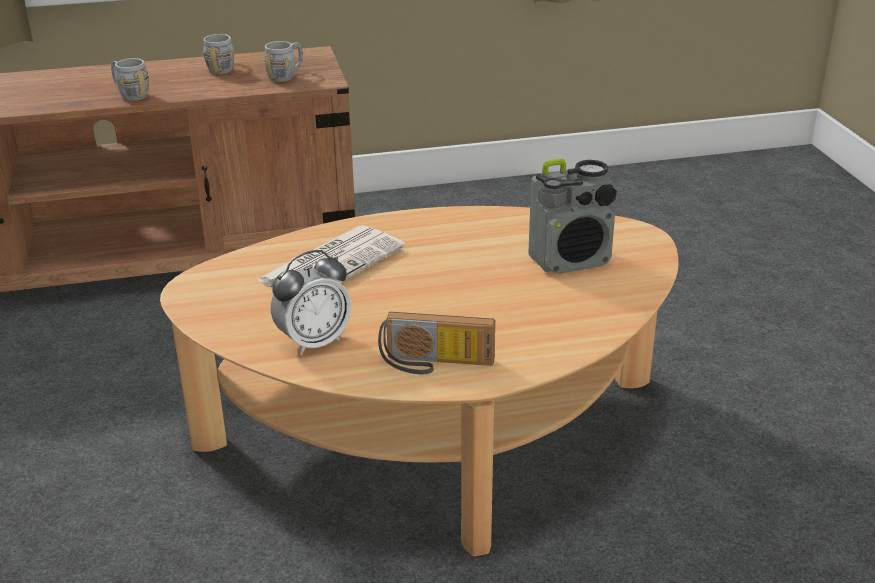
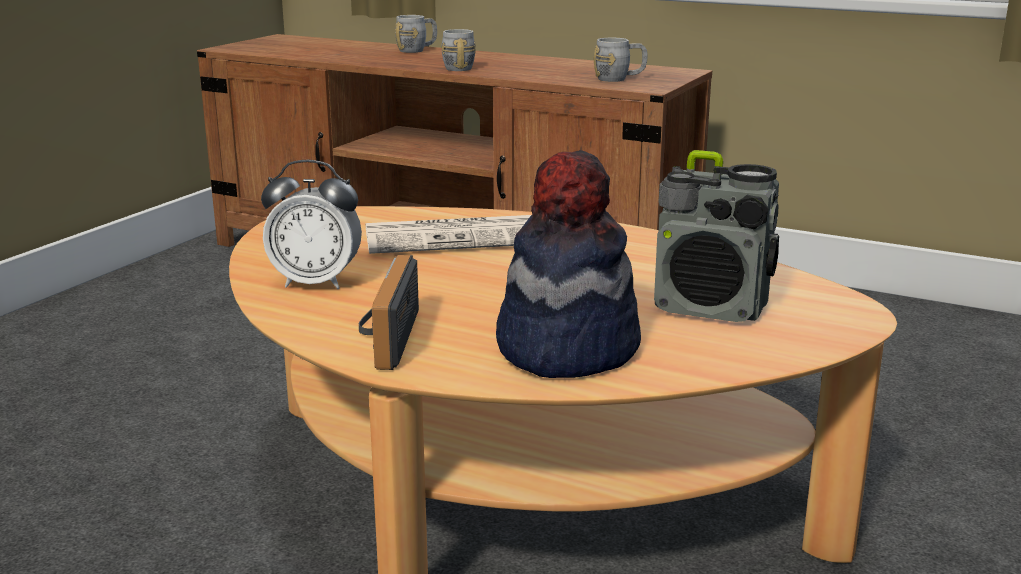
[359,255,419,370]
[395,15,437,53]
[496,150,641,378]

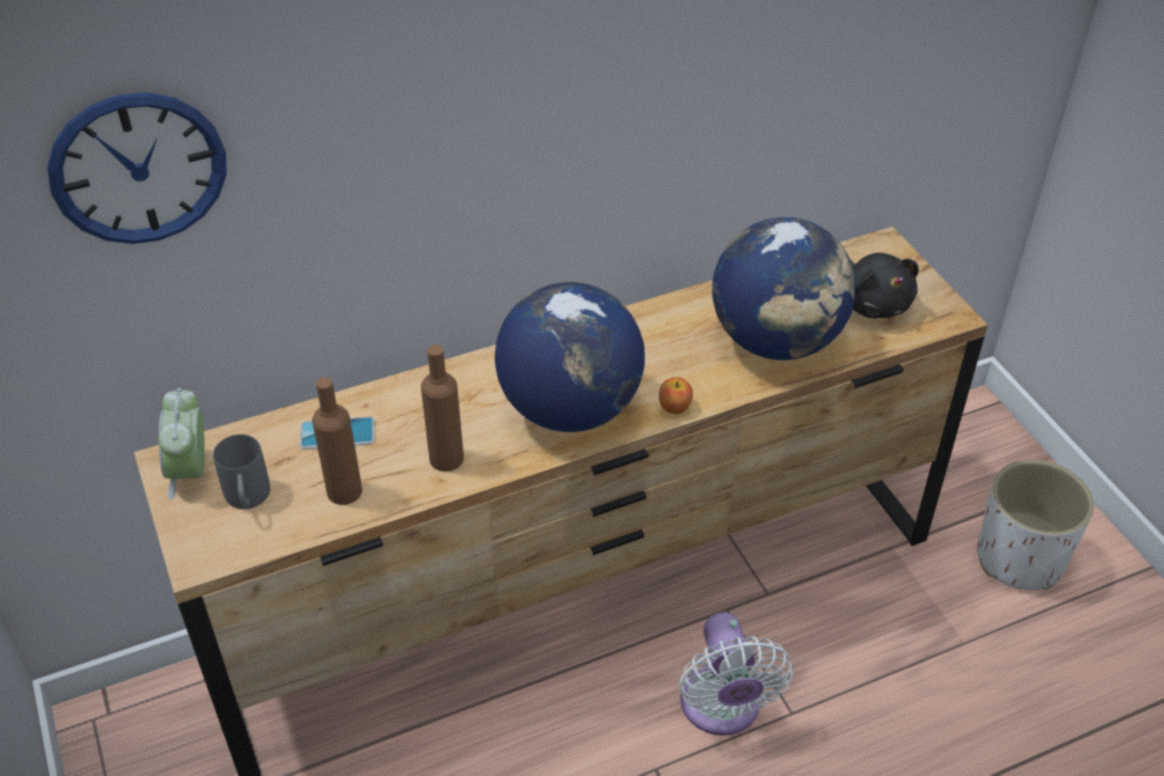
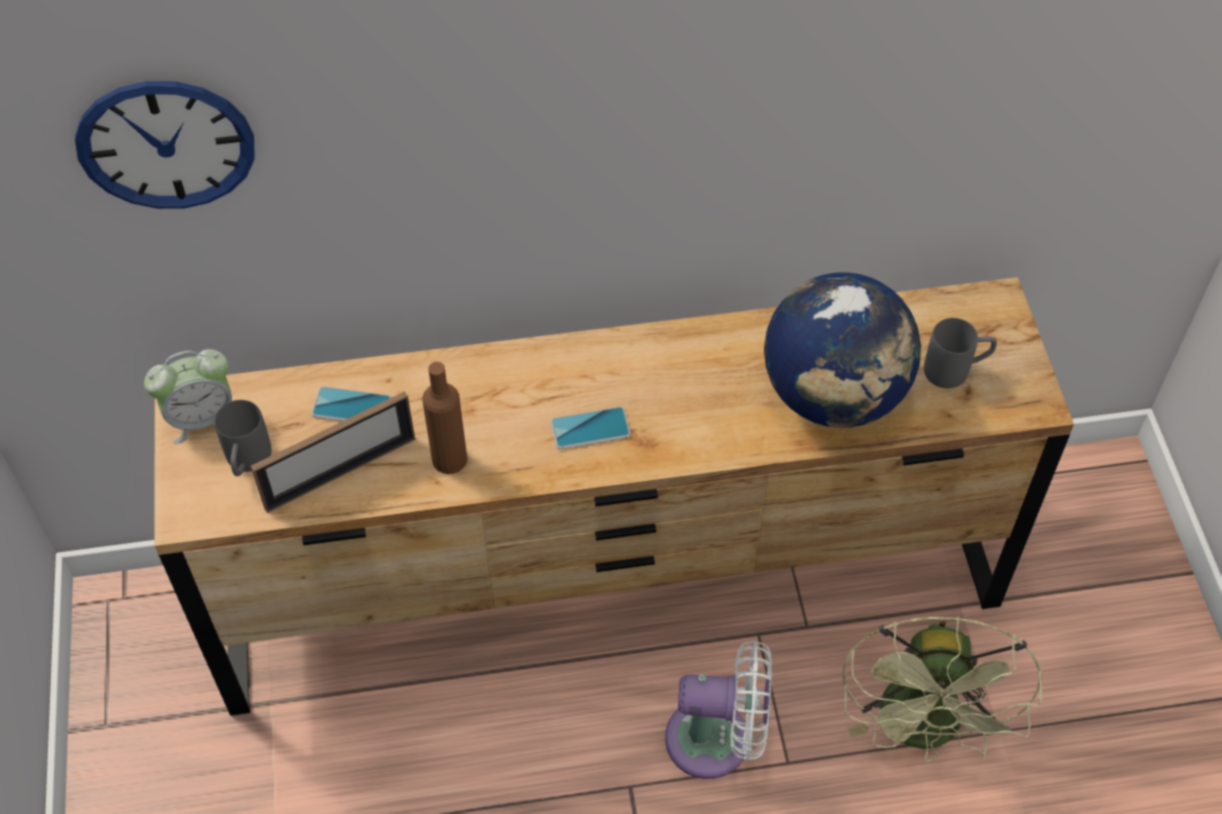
[144,349,232,444]
[251,391,415,513]
[551,407,631,449]
[665,640,772,779]
[843,616,1042,762]
[924,318,997,388]
[659,377,693,414] (first image)
[977,459,1094,590] (first image)

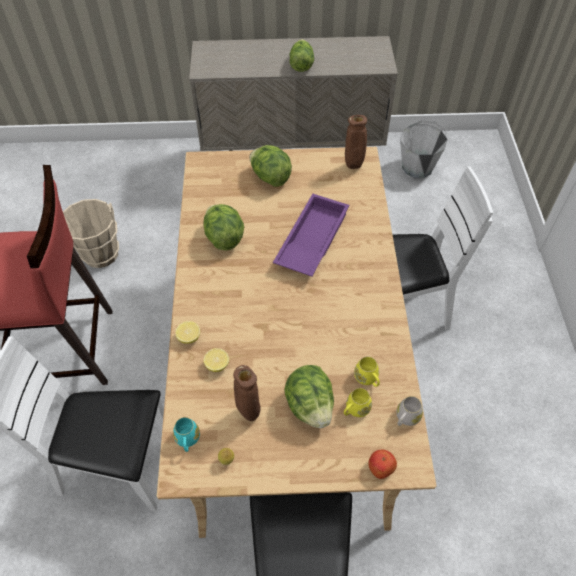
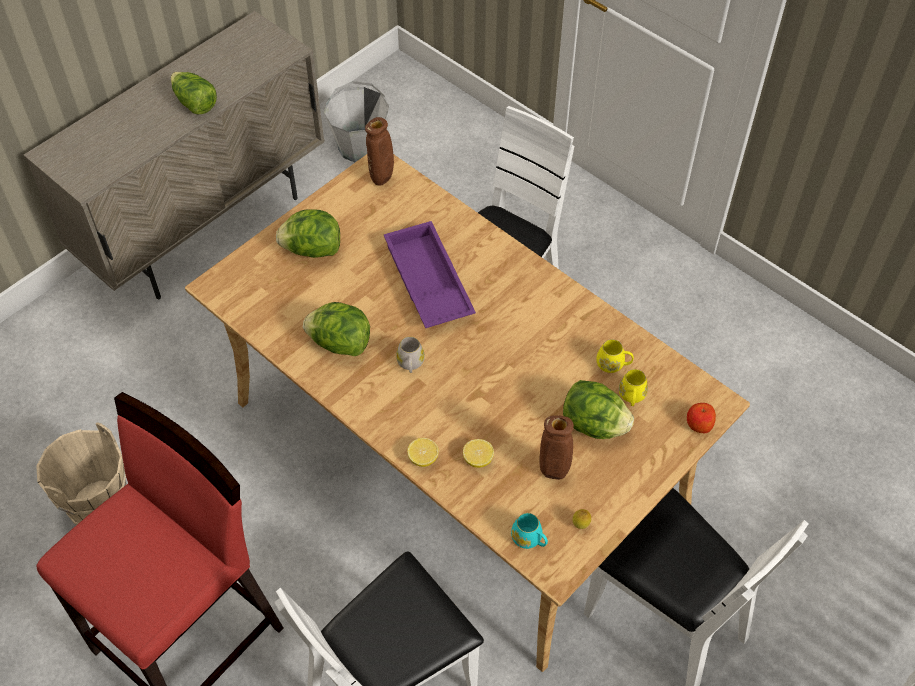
[396,336,425,373]

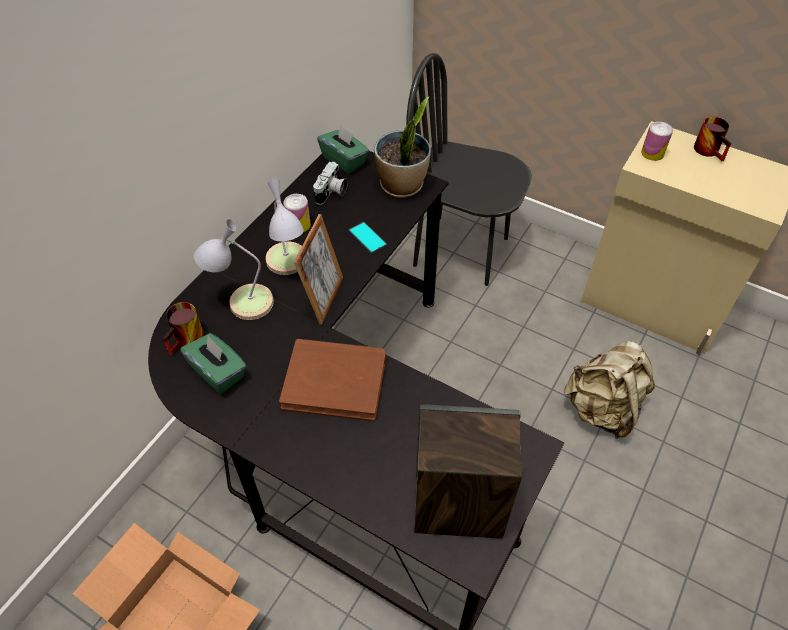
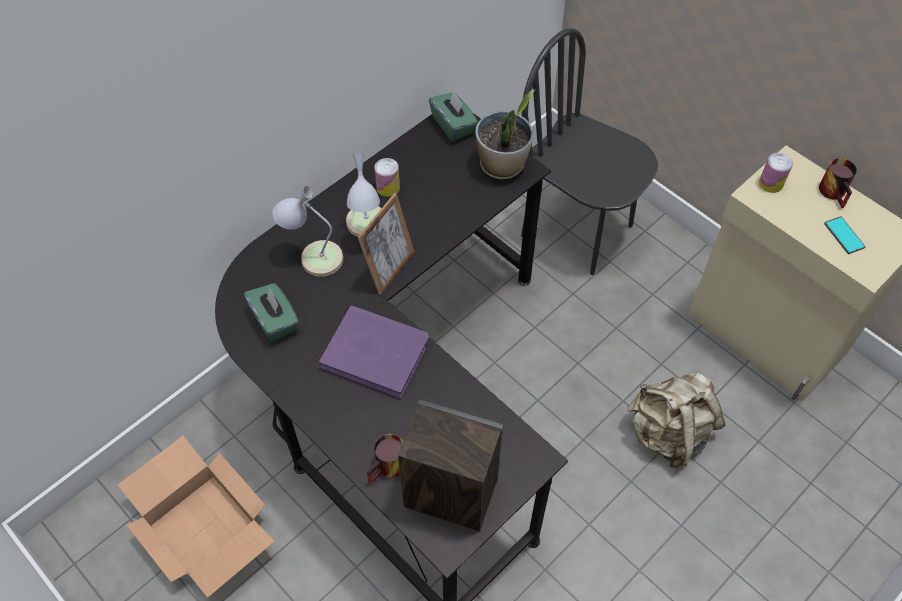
[319,306,430,399]
[367,434,403,485]
[824,216,866,254]
[313,162,348,205] (first image)

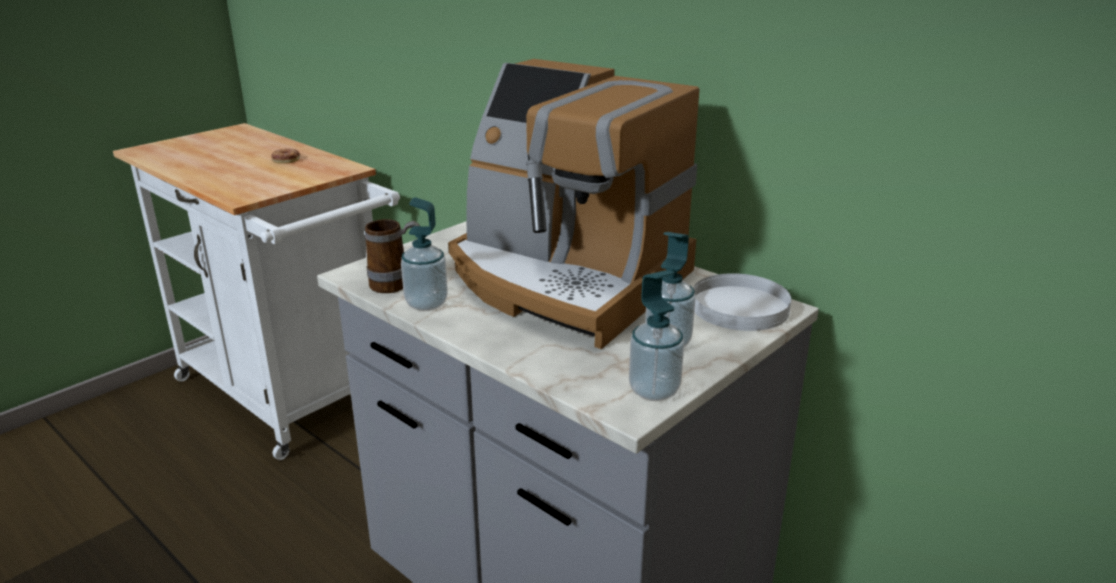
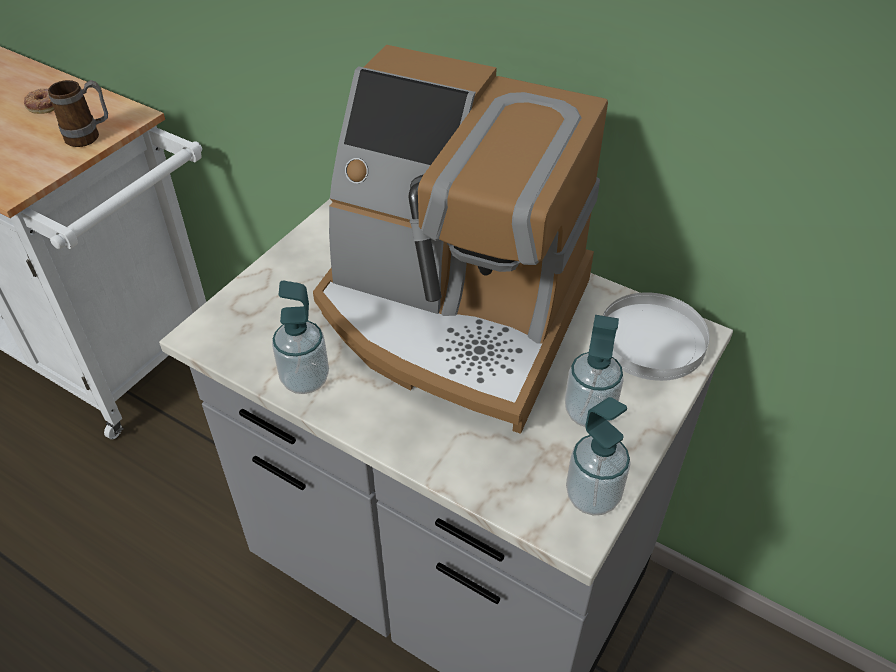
[48,80,108,147]

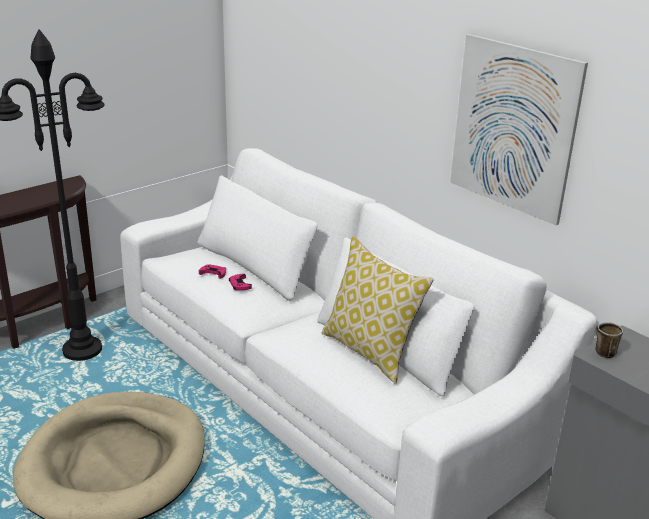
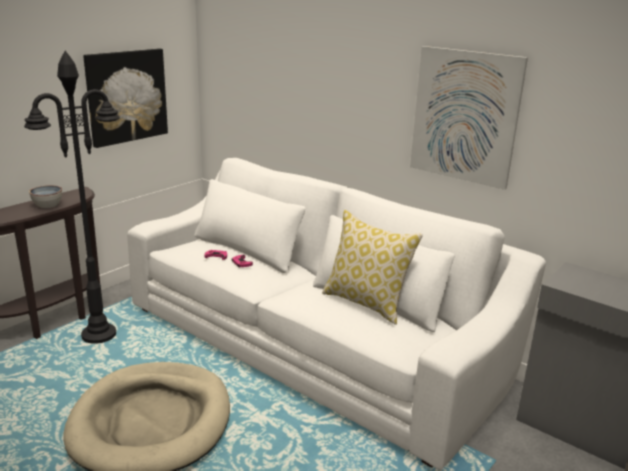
[29,185,62,208]
[83,48,168,148]
[595,322,623,358] (first image)

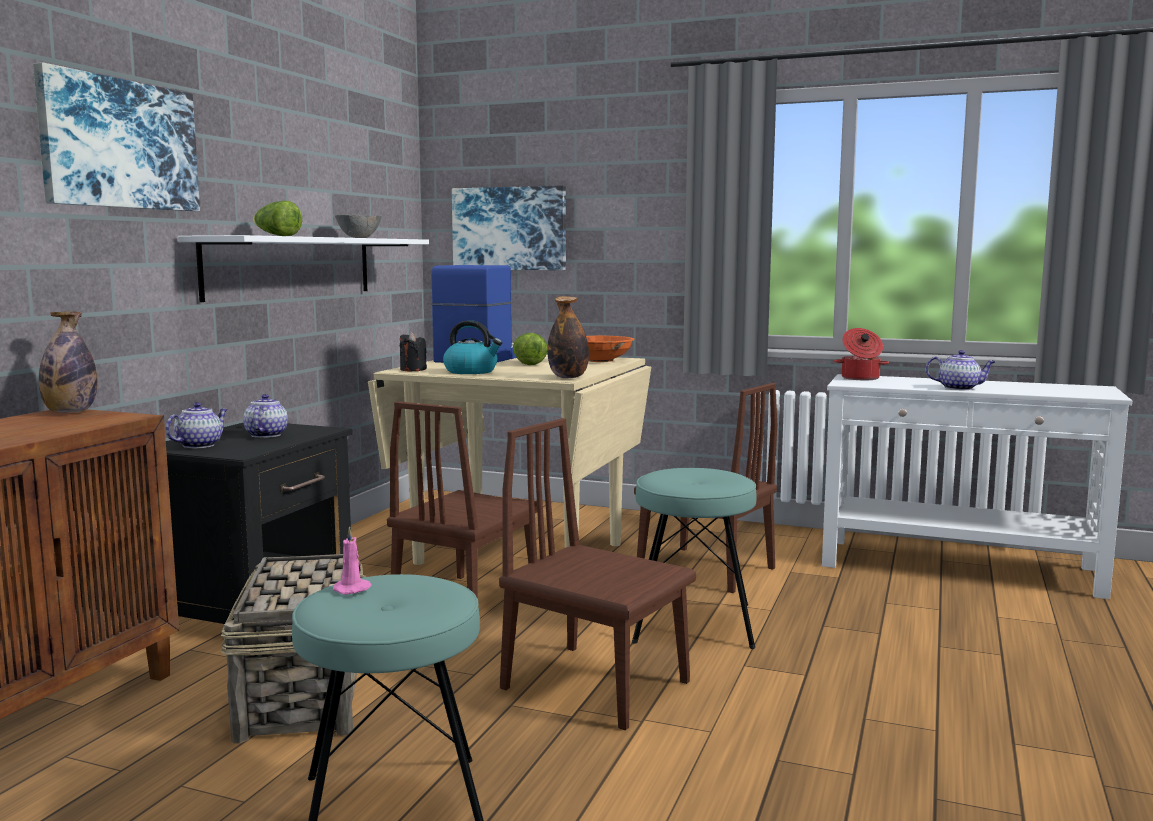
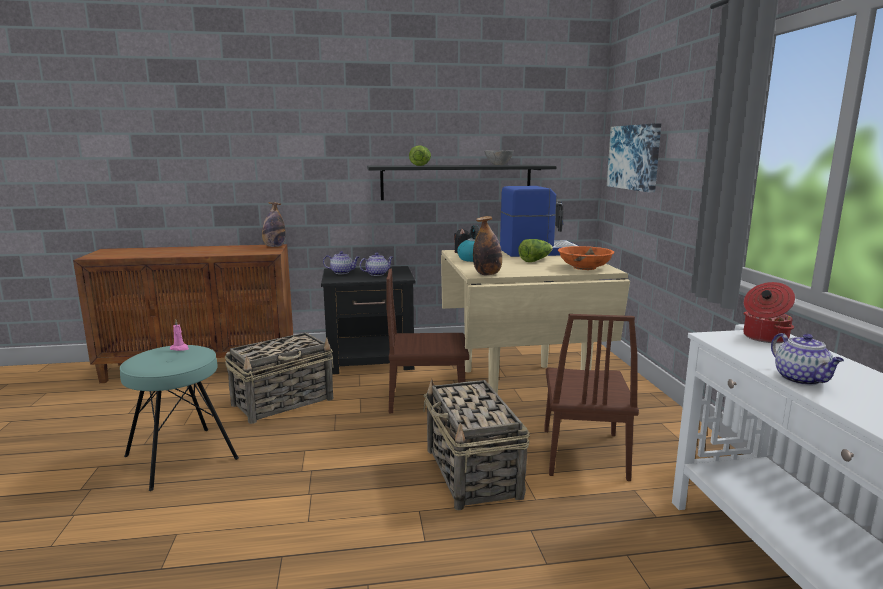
[367,165,557,200]
[423,379,530,510]
[33,62,200,211] (first image)
[499,418,696,730] (first image)

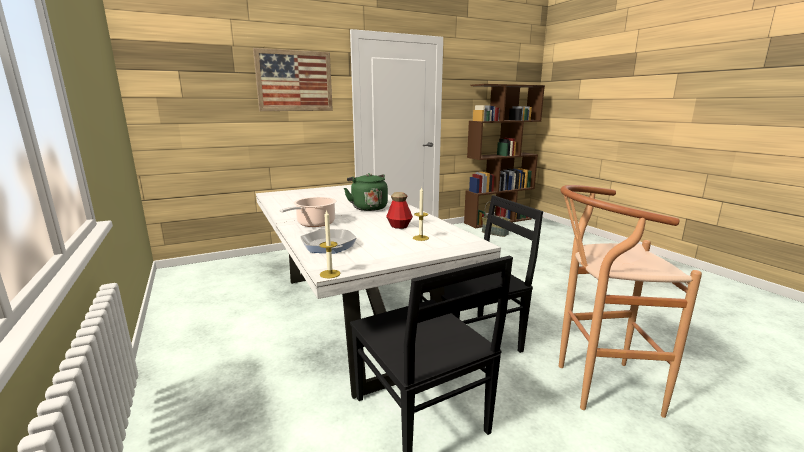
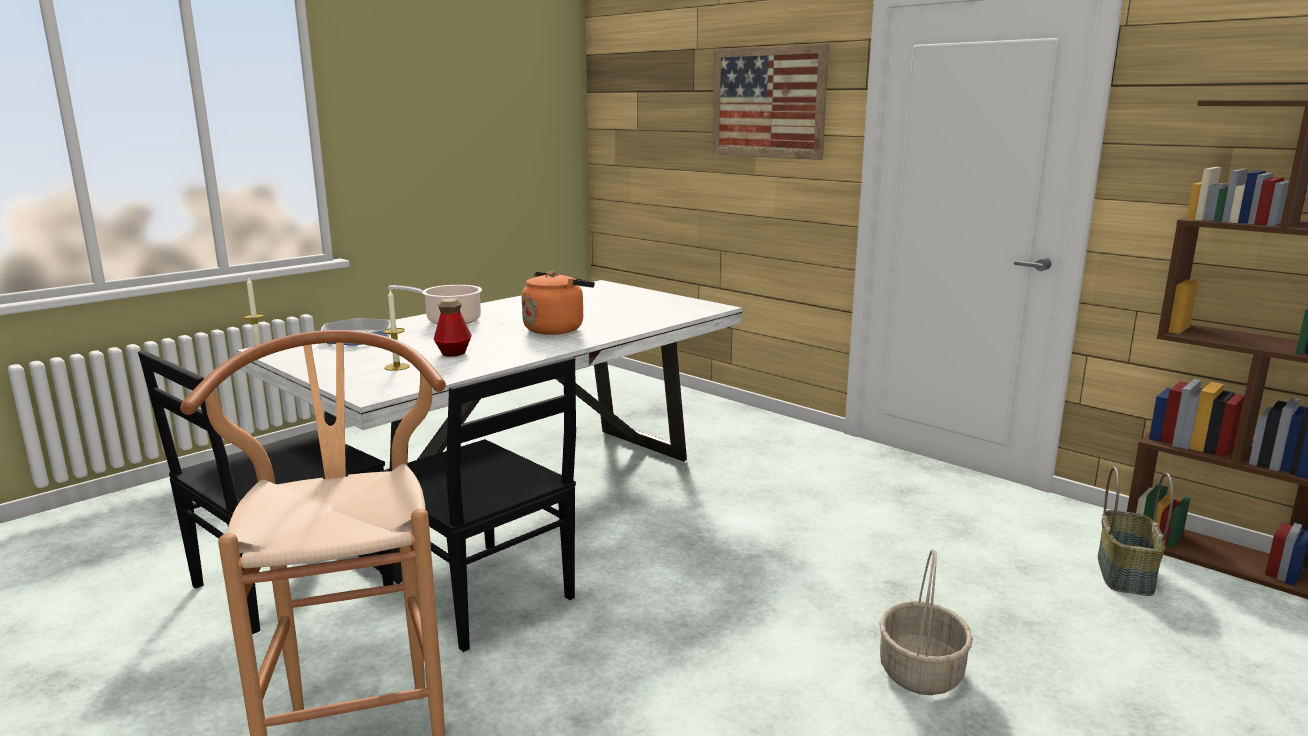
[522,272,595,335]
[879,549,973,695]

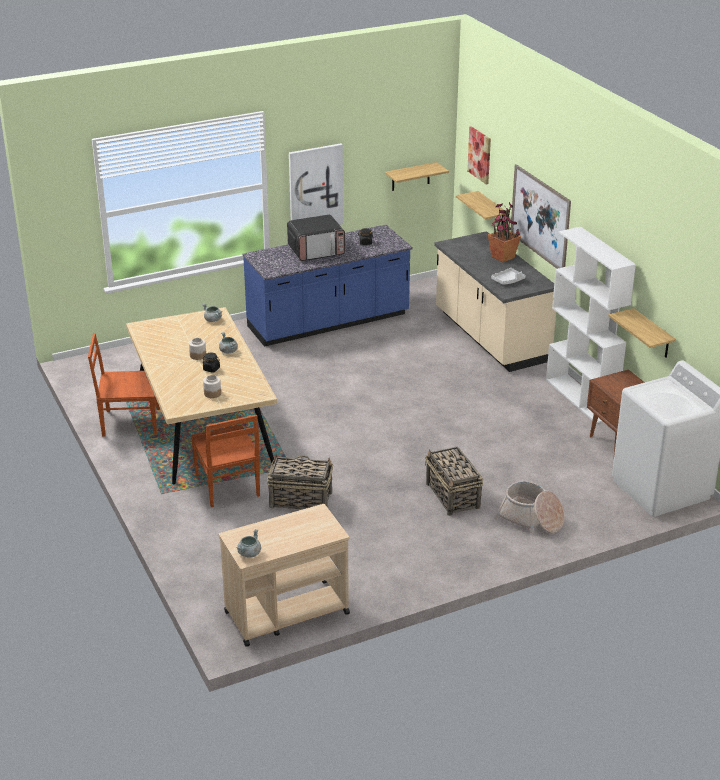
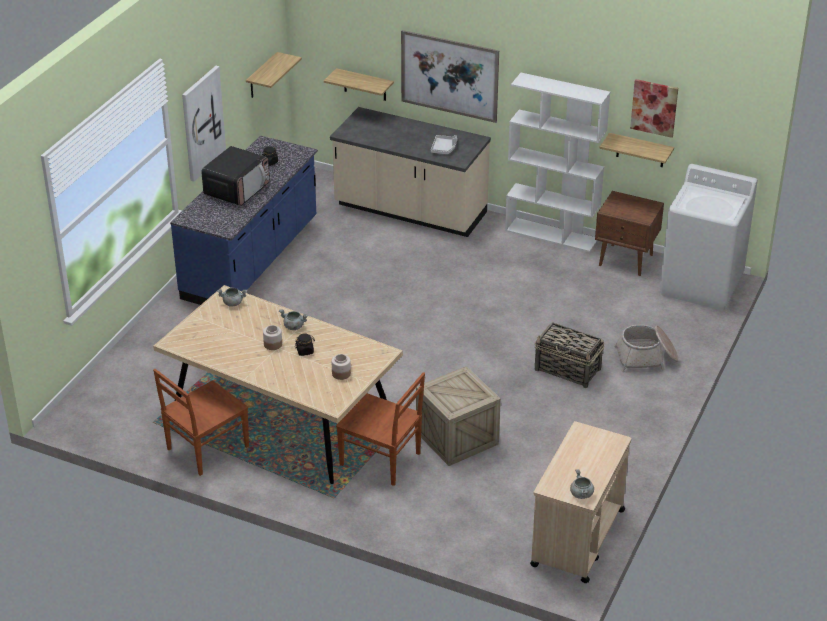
[416,366,501,466]
[630,79,678,138]
[488,202,521,263] (first image)

